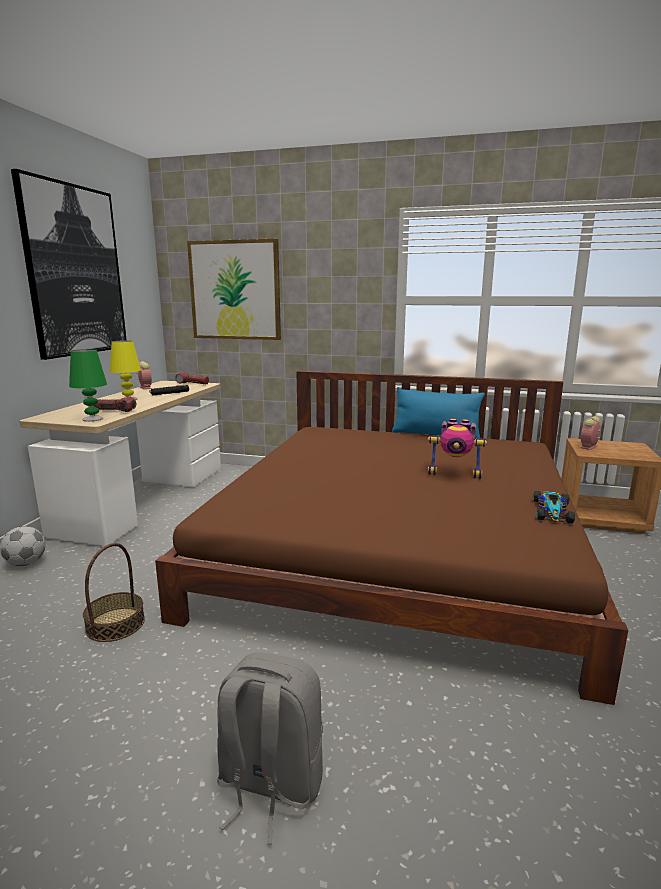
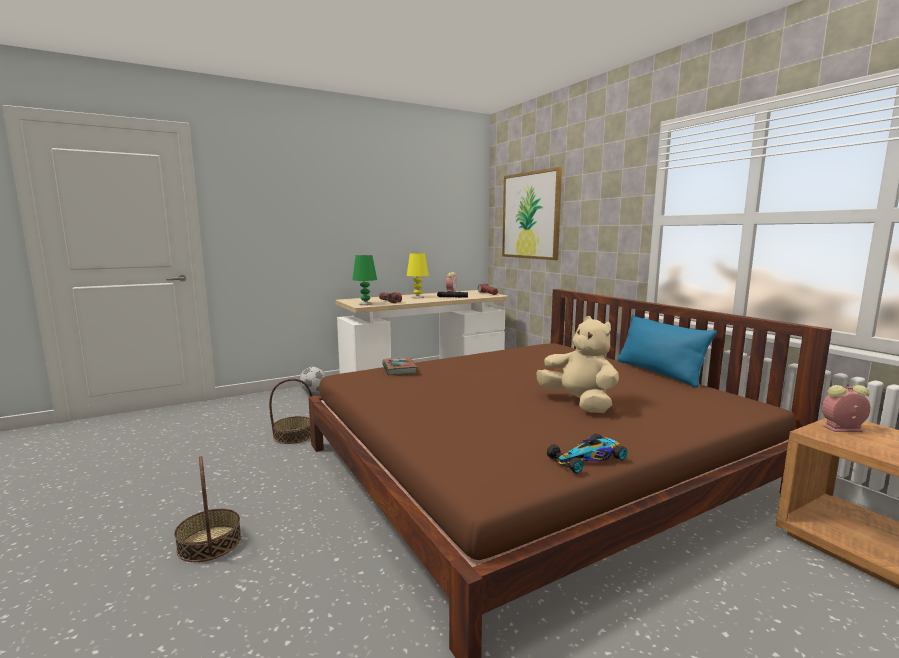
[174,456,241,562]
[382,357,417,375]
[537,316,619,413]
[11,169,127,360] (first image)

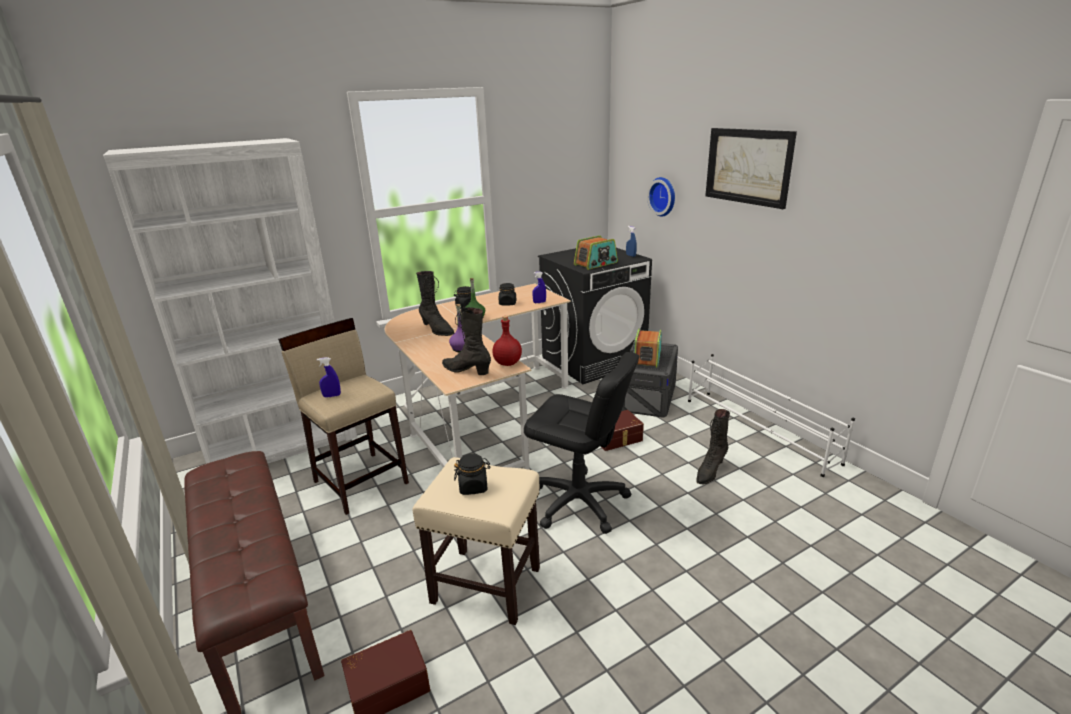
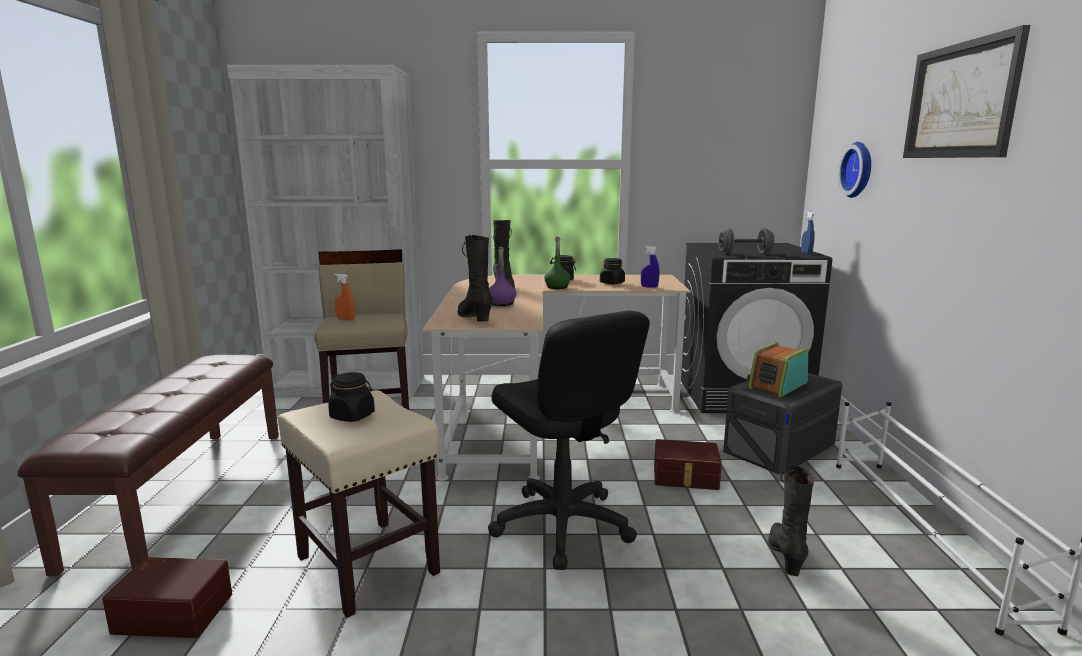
[335,274,354,320]
[718,228,774,254]
[768,464,814,576]
[492,316,522,366] (first image)

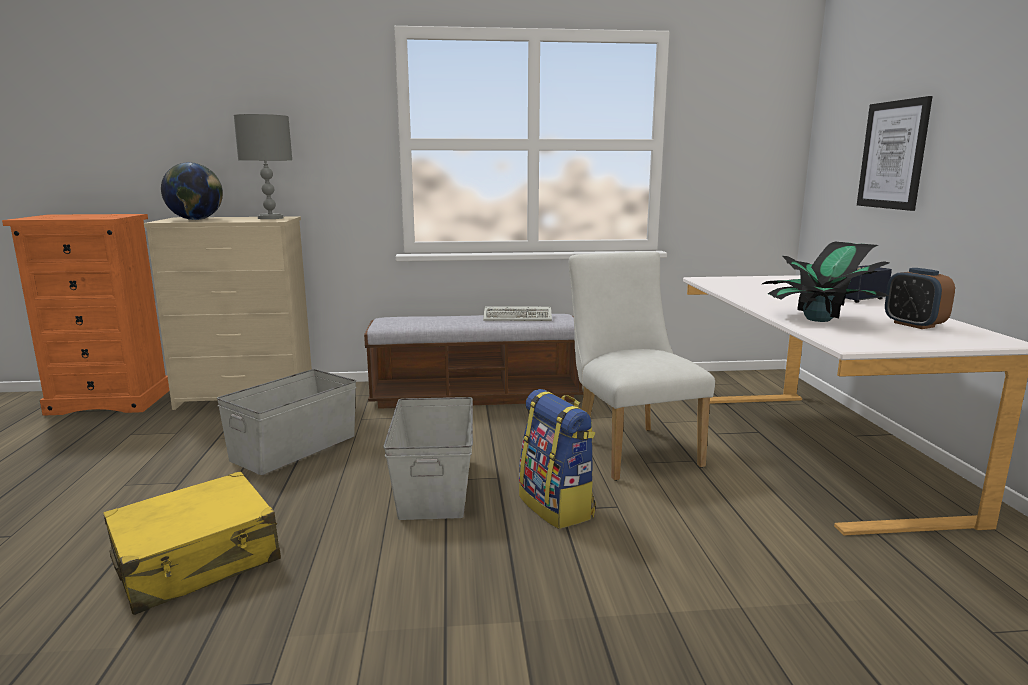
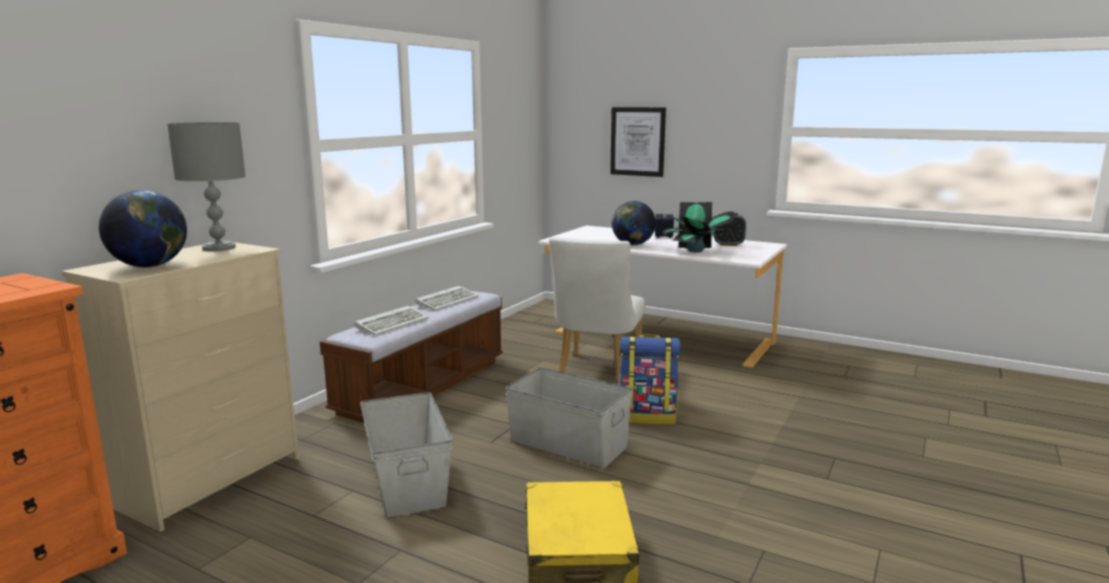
[355,306,429,335]
[549,237,645,384]
[612,201,656,245]

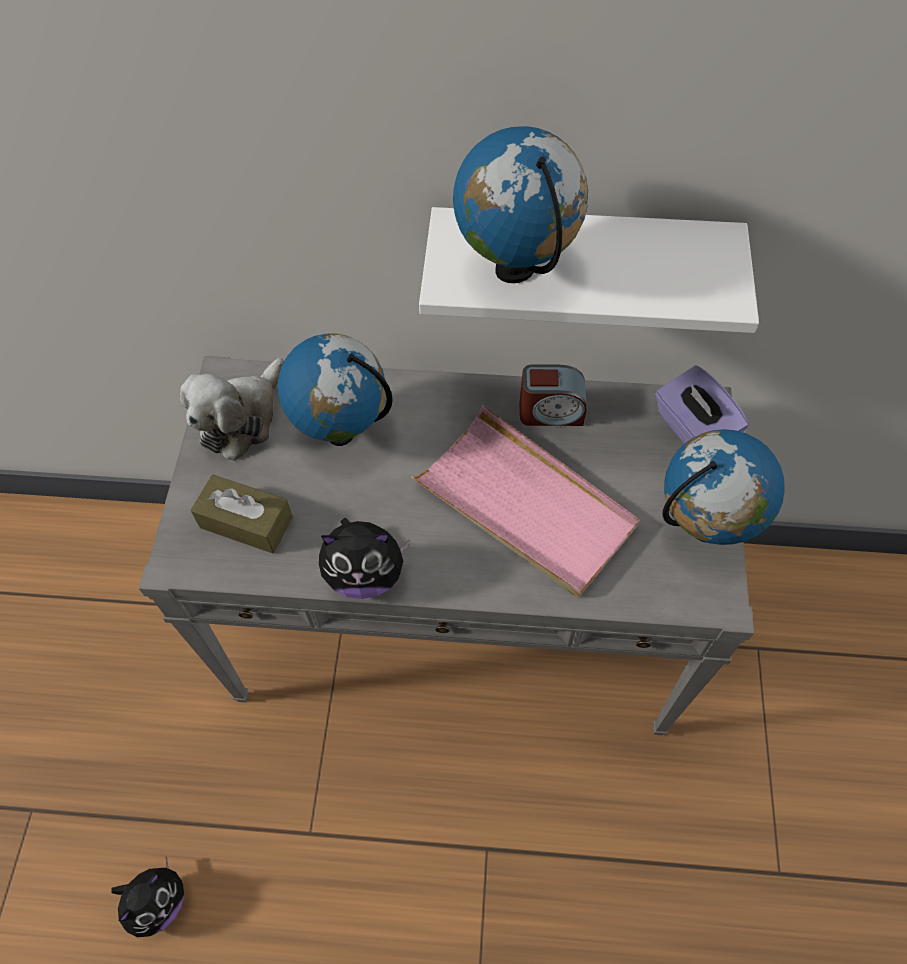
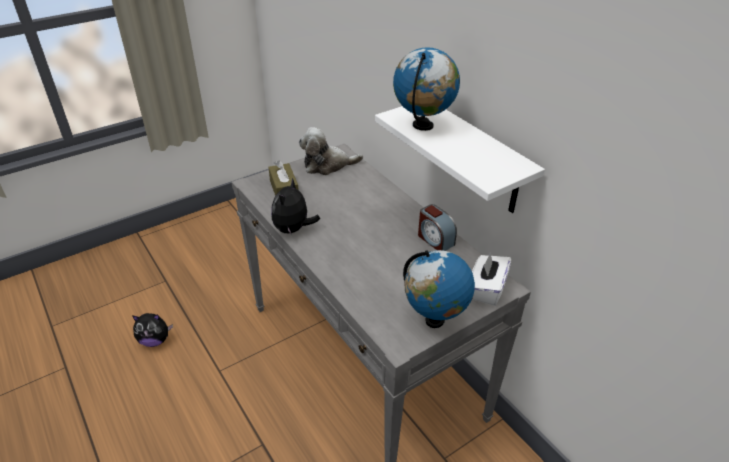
[271,178,320,235]
[472,252,511,306]
[278,334,393,446] (first image)
[411,405,640,596] (first image)

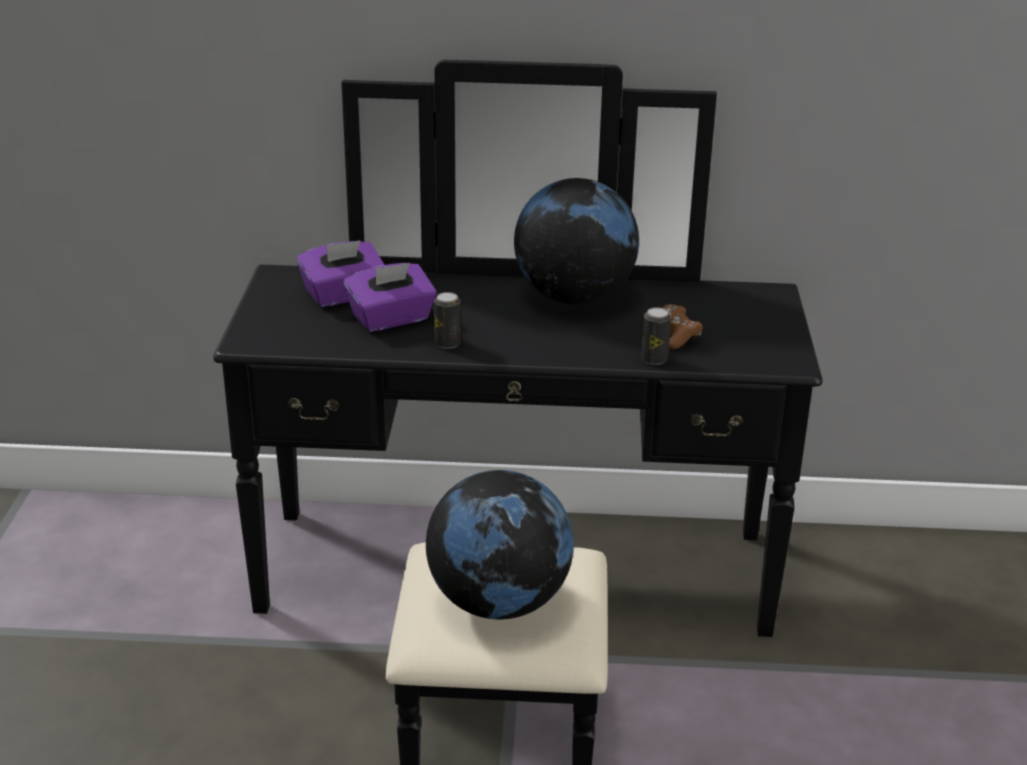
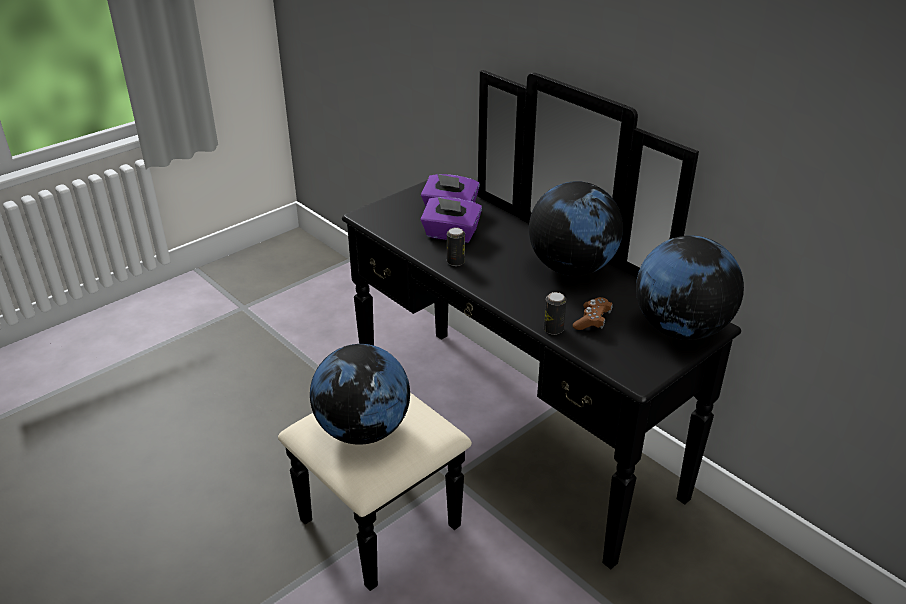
[636,235,744,340]

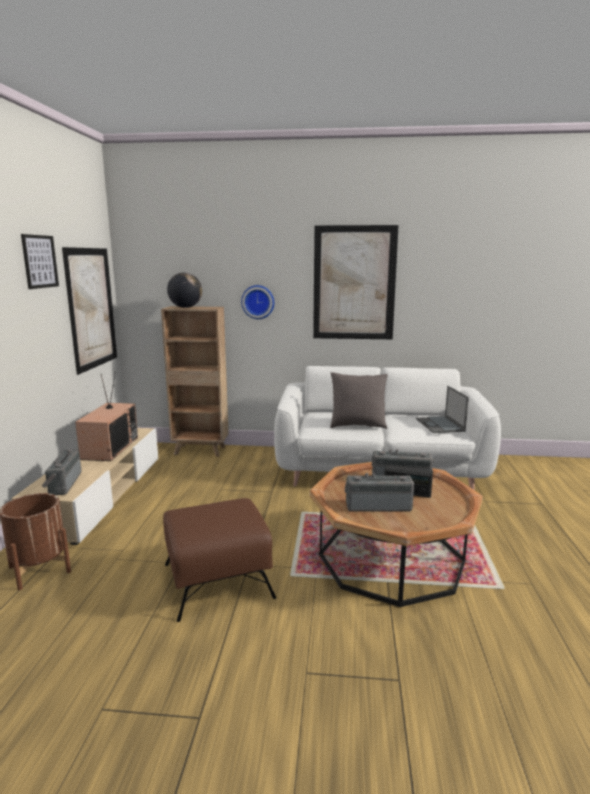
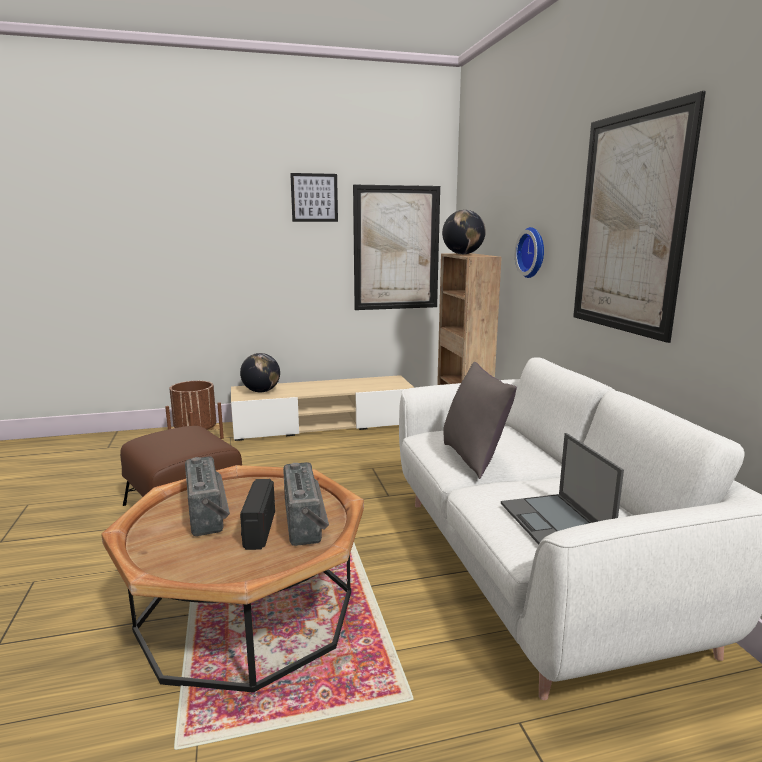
[240,353,280,392]
[501,433,624,545]
[75,371,138,461] (first image)

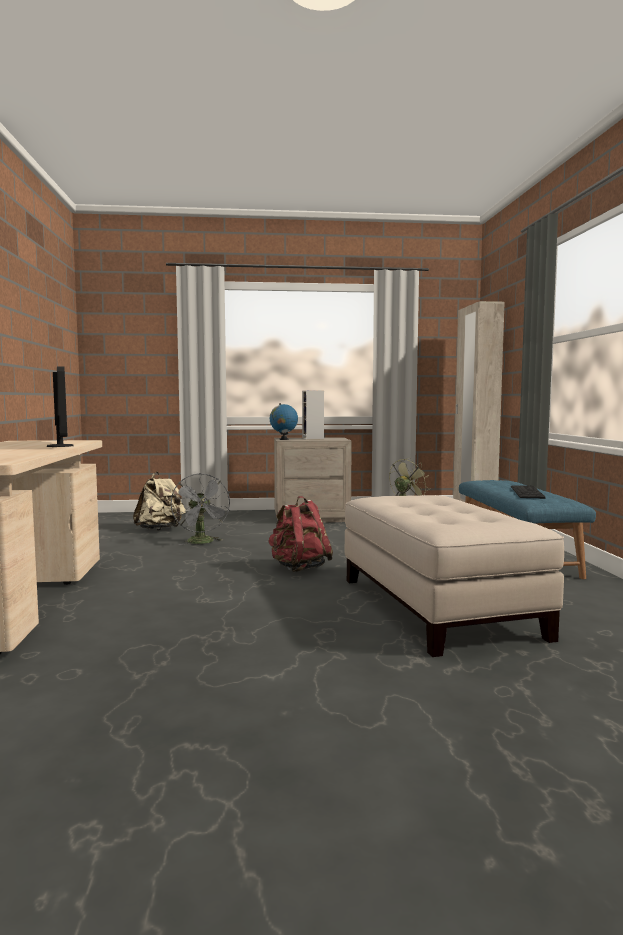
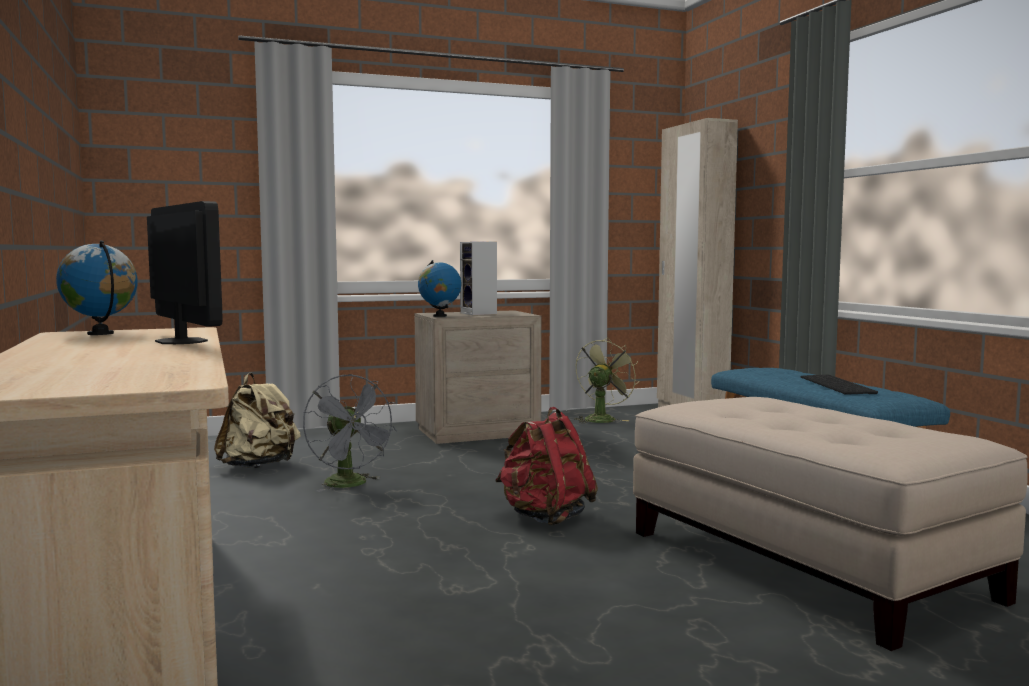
[56,240,138,335]

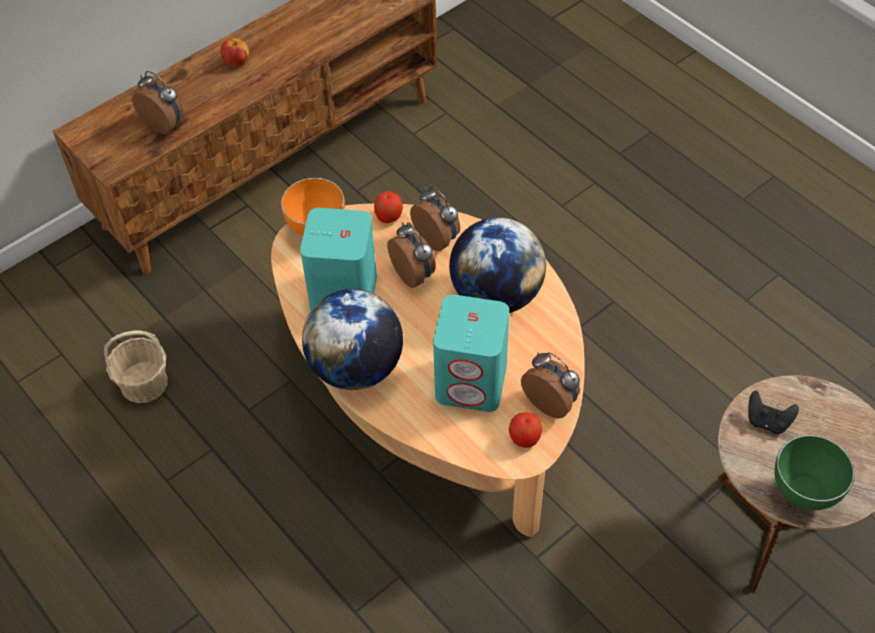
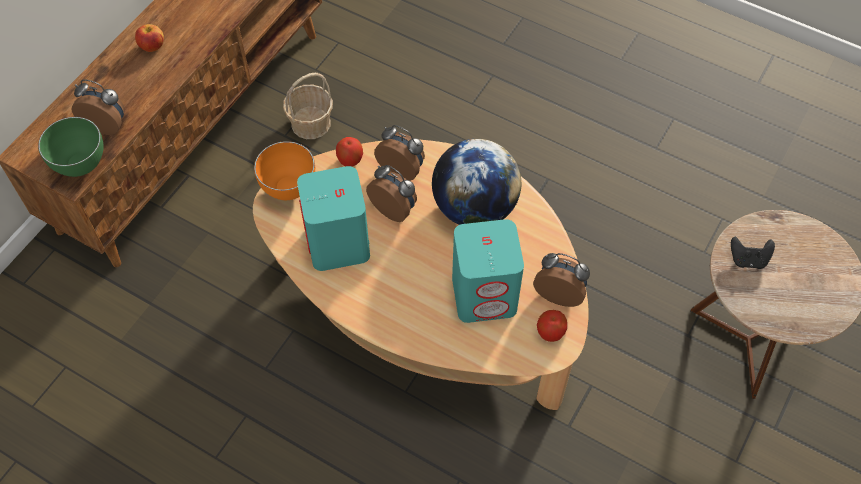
[38,117,104,177]
[283,73,333,139]
[302,289,403,390] (first image)

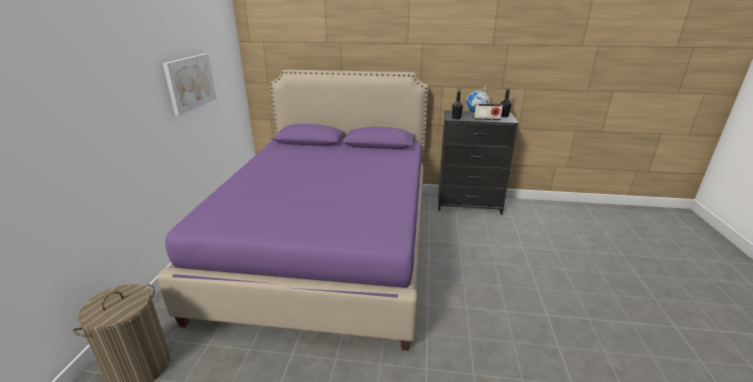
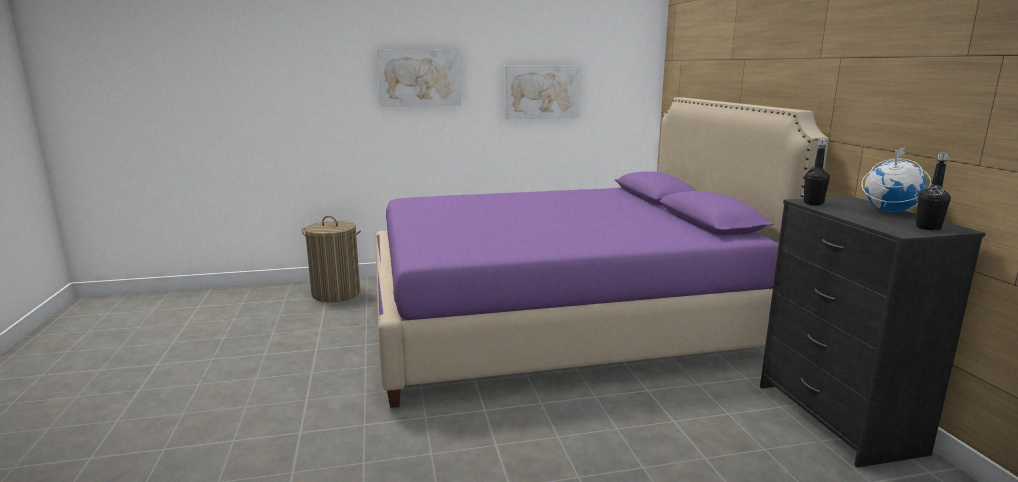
[377,50,461,107]
[473,104,503,120] (first image)

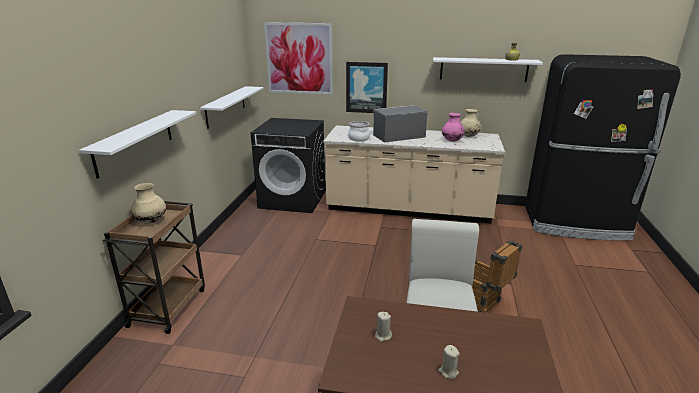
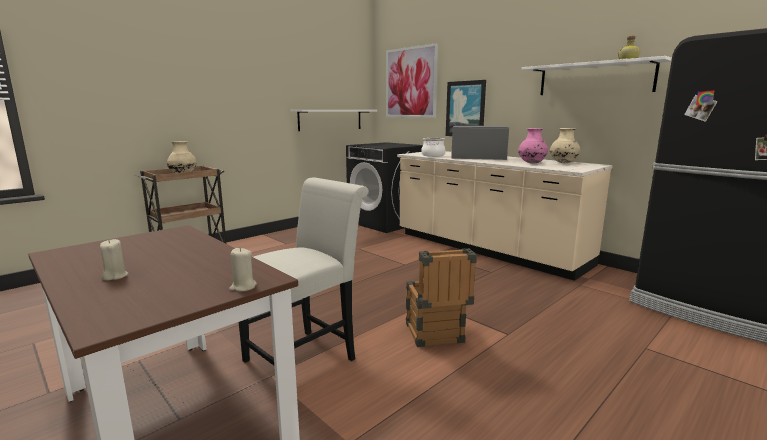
[229,248,257,291]
[79,110,197,179] (first image)

